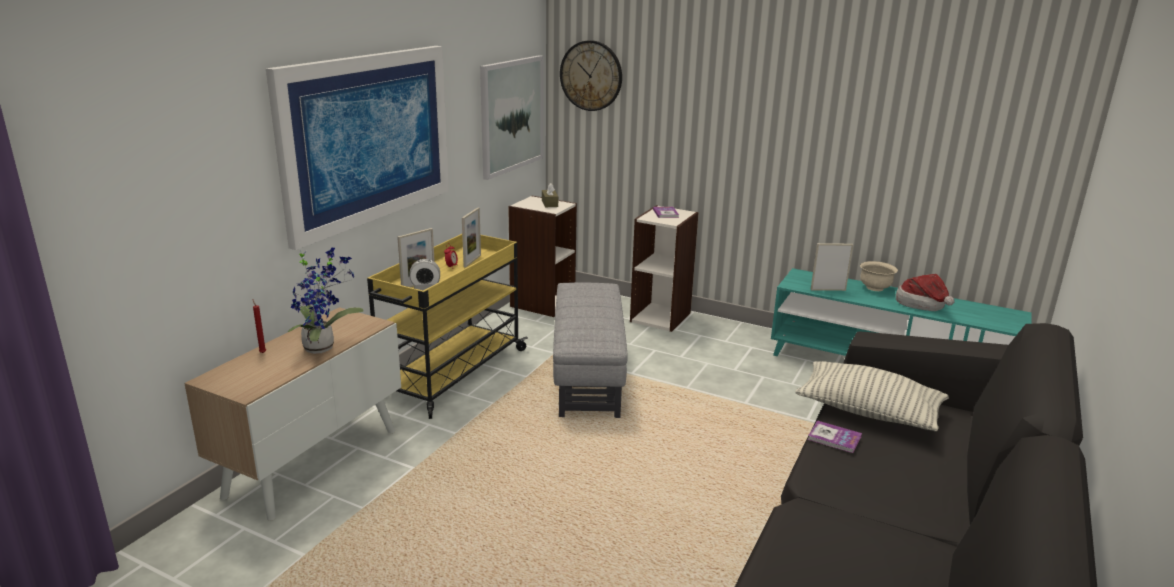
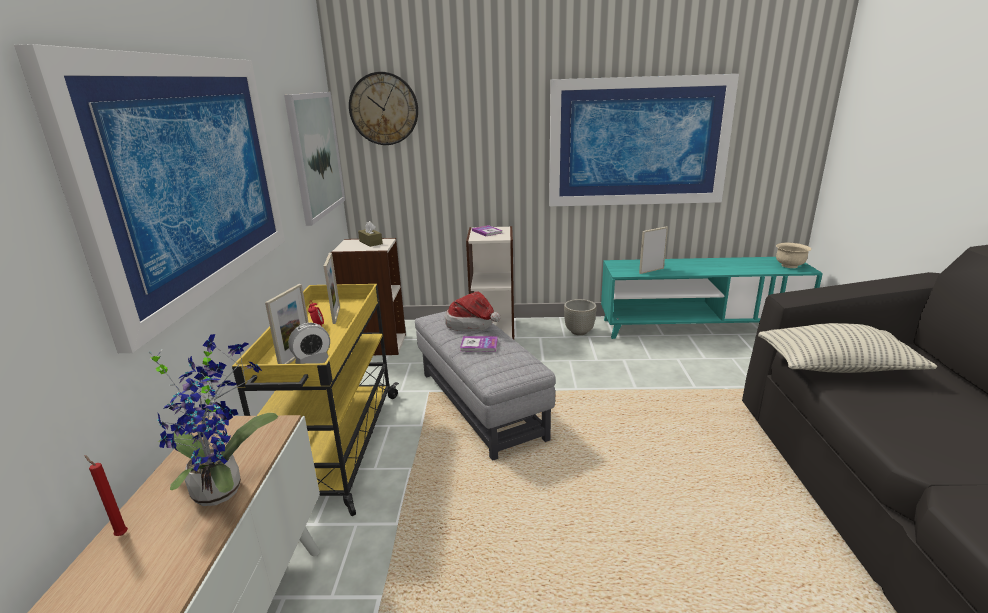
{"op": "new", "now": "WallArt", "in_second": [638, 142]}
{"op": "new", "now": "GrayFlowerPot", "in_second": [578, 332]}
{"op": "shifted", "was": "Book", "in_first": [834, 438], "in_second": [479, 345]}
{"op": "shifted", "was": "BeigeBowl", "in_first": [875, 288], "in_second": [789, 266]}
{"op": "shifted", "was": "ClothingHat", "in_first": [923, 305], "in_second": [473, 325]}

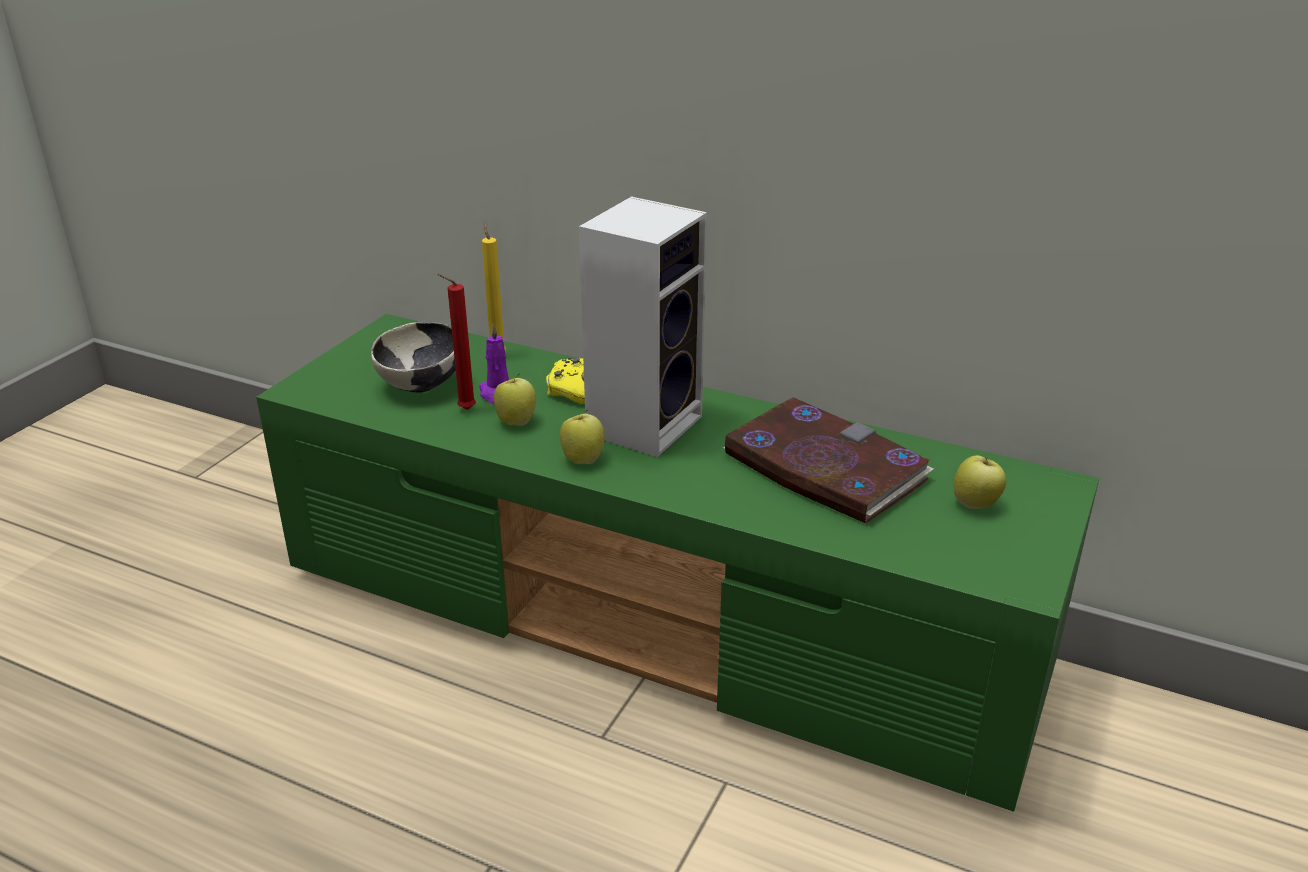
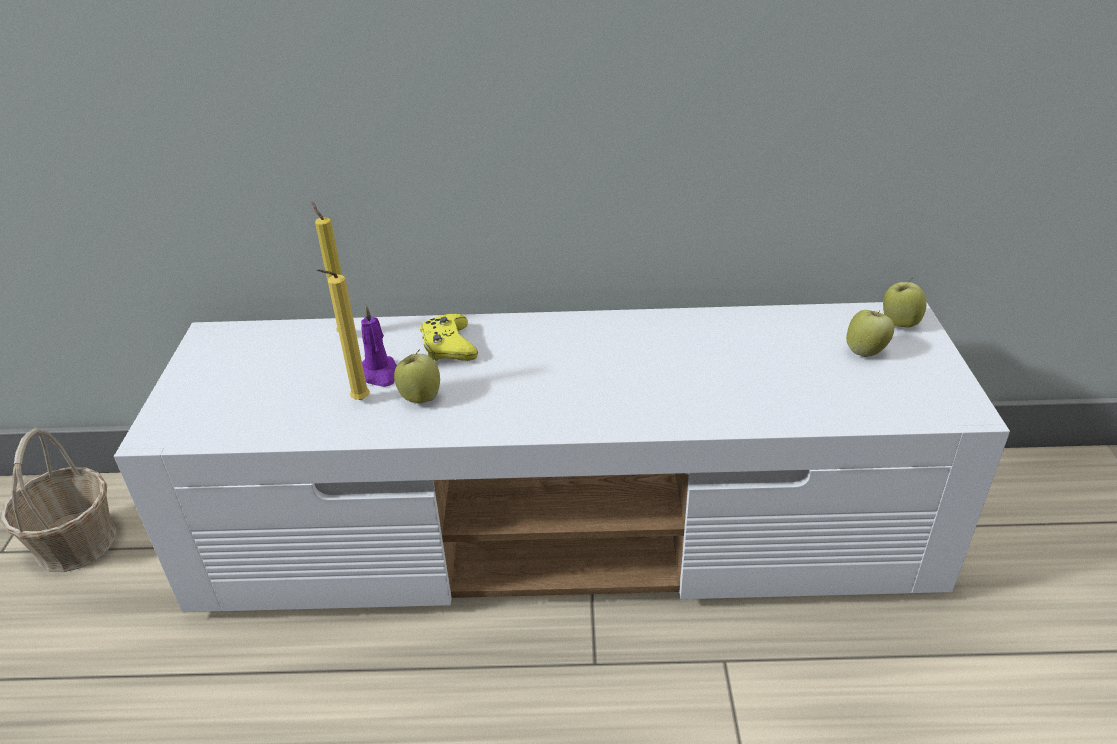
{"op": "gone", "was": "Bowl", "in_first": [422, 385]}
{"op": "gone", "was": "Speaker", "in_first": [645, 423]}
{"op": "gone", "was": "Book", "in_first": [823, 467]}
{"op": "new", "now": "Basket", "in_second": [77, 542]}
{"op": "shifted", "was": "WholeApple", "in_first": [582, 459], "in_second": [899, 323]}
{"op": "repainted", "was": "GreenishTvUnit", "now": "WhitishTvUnit", "in_first": [659, 621], "in_second": [569, 533]}
{"op": "repainted", "was": "RedColouredCandle", "now": "YellowColouredCandle", "in_first": [464, 410], "in_second": [358, 401]}

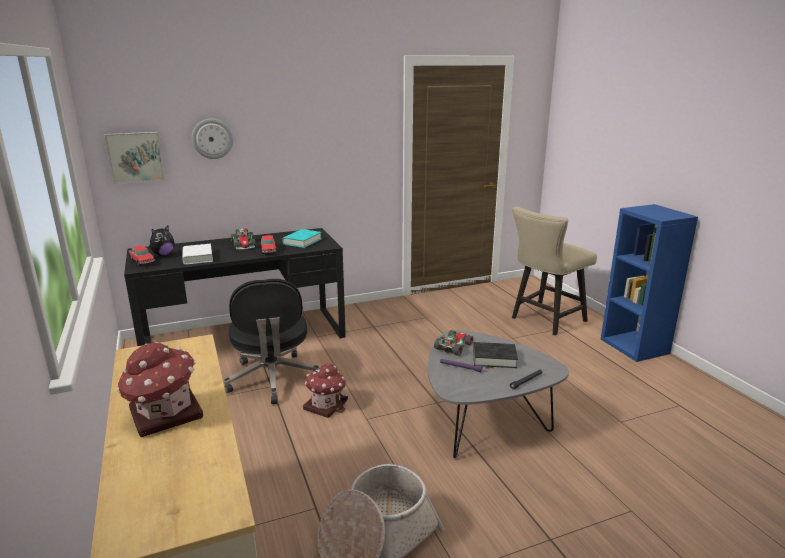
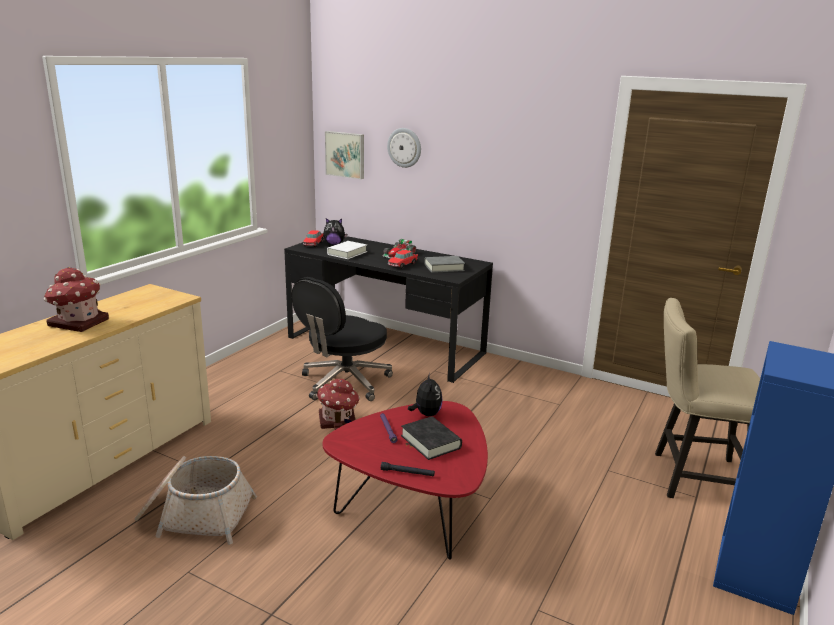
{"op": "swapped", "was": "ModelCar", "now": "CuddlyToy", "in_first": [454, 346], "in_second": [426, 414]}
{"op": "repainted", "was": "TurquoiseColouredBook", "now": "GrayBook", "in_first": [302, 241], "in_second": [444, 267]}
{"op": "repainted", "was": "GrayLowTable", "now": "RedColouredLowTable", "in_first": [483, 421], "in_second": [414, 509]}

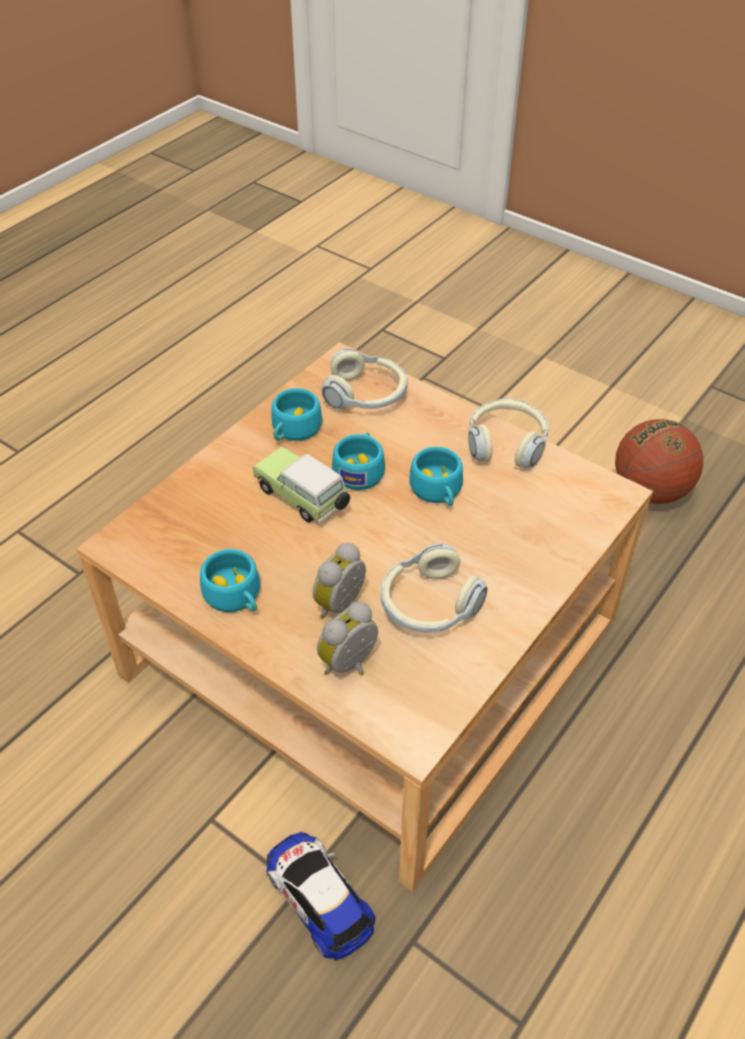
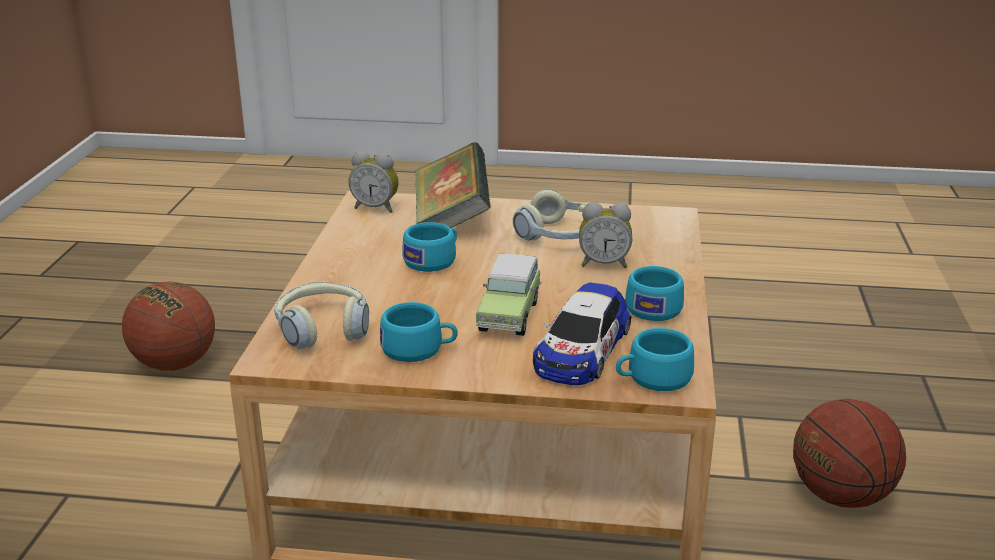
{"op": "gone", "was": "PairOfHeadphones", "in_first": [506, 443]}
{"op": "new", "now": "Book", "in_second": [451, 220]}
{"op": "new", "now": "Basketball", "in_second": [840, 495]}
{"op": "shifted", "was": "ModelCar", "in_first": [318, 897], "in_second": [581, 349]}
{"op": "shifted", "was": "TableClock", "in_first": [351, 665], "in_second": [376, 208]}
{"op": "shifted", "was": "TurquoiseColouredDrinkingCup", "in_first": [360, 470], "in_second": [652, 379]}

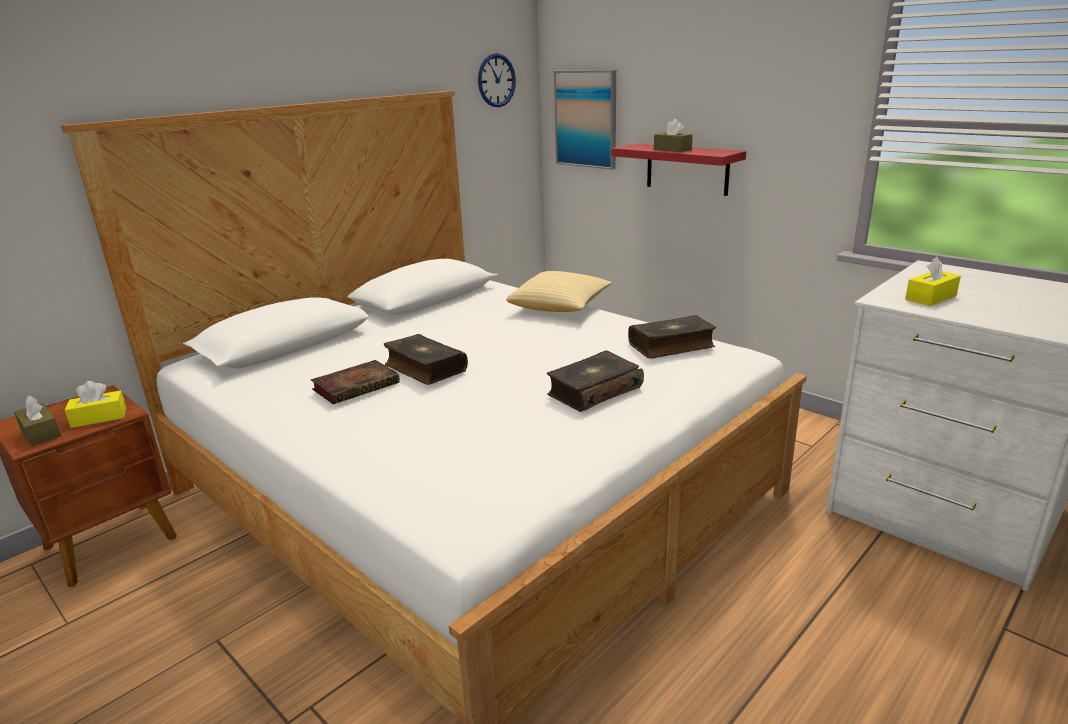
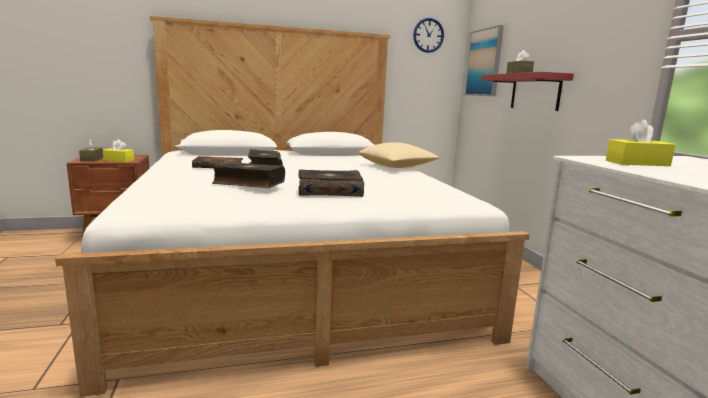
{"op": "shifted", "was": "Book", "in_first": [672, 346], "in_second": [248, 183]}

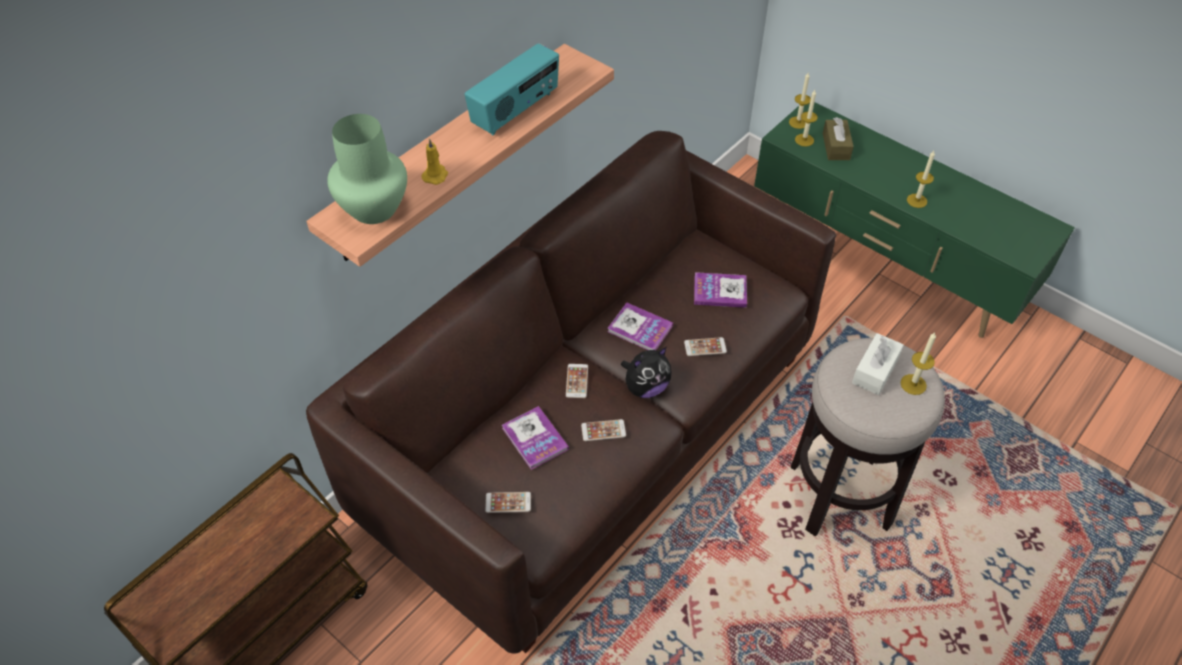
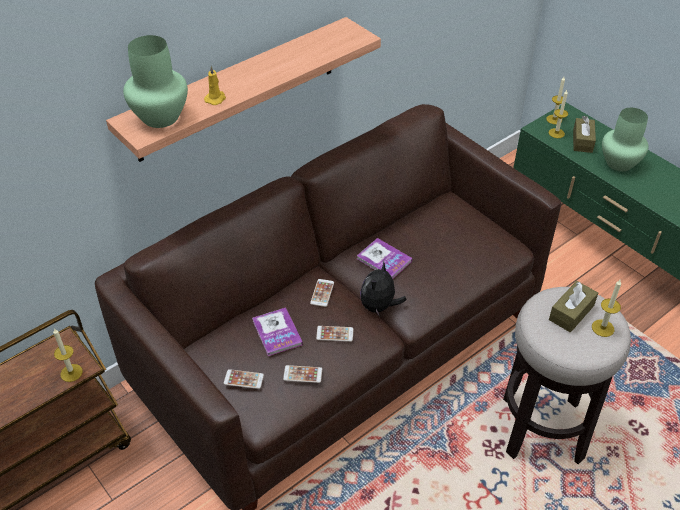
{"op": "gone", "was": "RadioSet", "in_first": [516, 111]}
{"op": "gone", "was": "Book", "in_first": [720, 291]}
{"op": "new", "now": "GreenishDecorativeVase", "in_second": [619, 163]}
{"op": "shifted", "was": "Telephone", "in_first": [705, 347], "in_second": [302, 374]}
{"op": "shifted", "was": "Candle", "in_first": [917, 200], "in_second": [71, 373]}
{"op": "repainted", "was": "WhitishTissueBox", "now": "BrownishTissueBox", "in_first": [875, 371], "in_second": [571, 313]}
{"op": "rotated", "was": "CuddlyToy", "in_first": [645, 387], "in_second": [379, 307], "clockwise": 135}

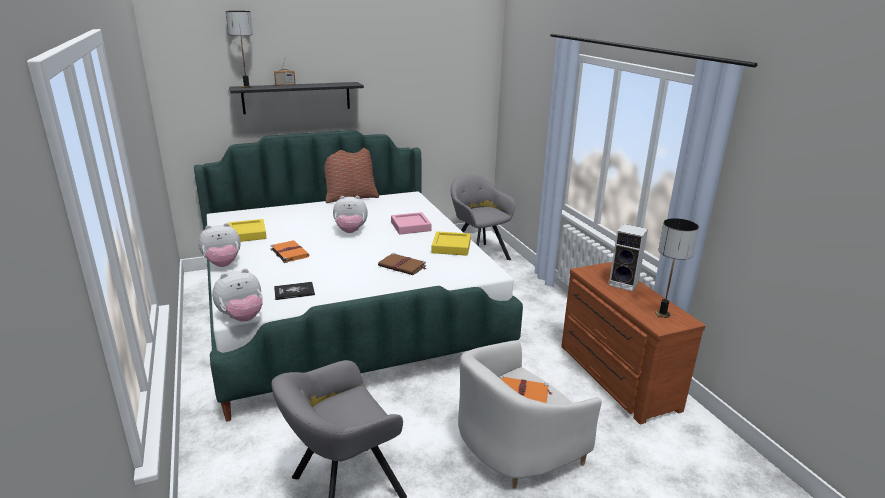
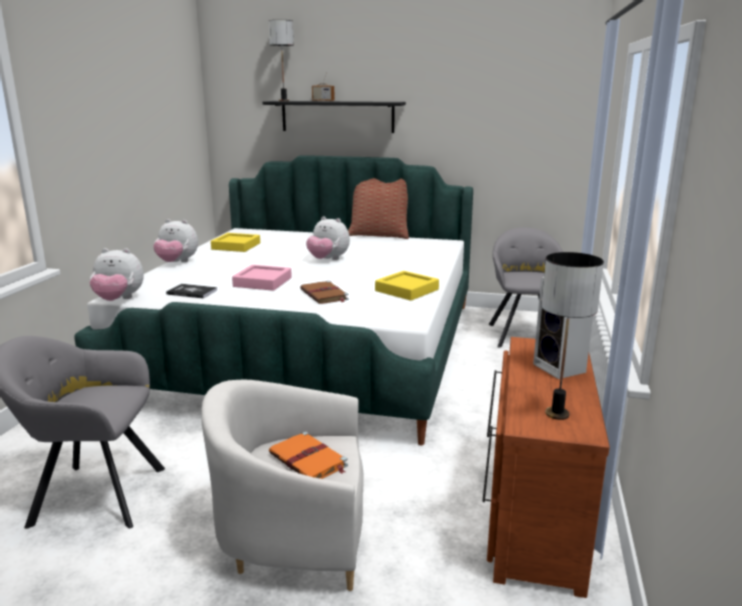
{"op": "gone", "was": "OrangeColouredBook", "in_first": [289, 253]}
{"op": "shifted", "was": "PinkishTray", "in_first": [411, 226], "in_second": [262, 282]}

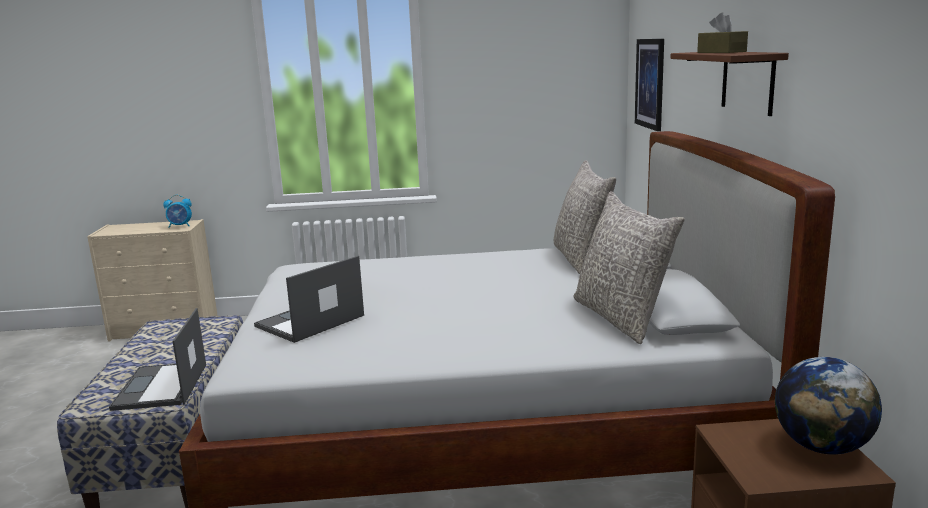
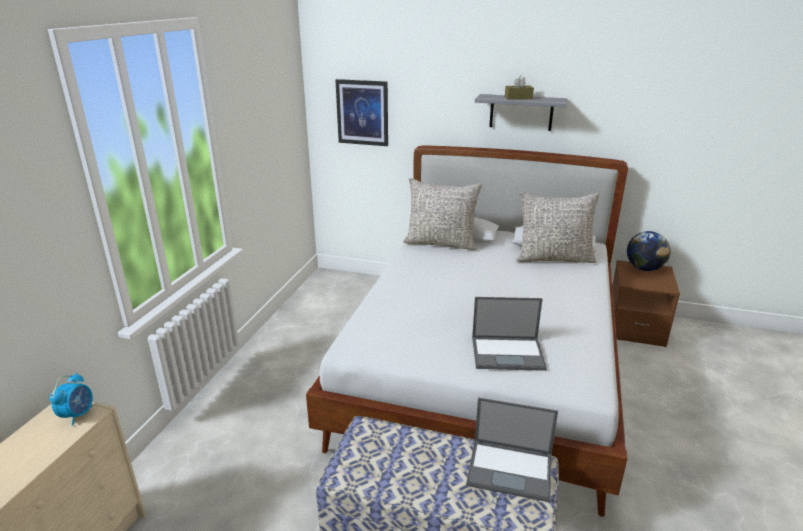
{"op": "repainted", "was": "BrownishBracketShelf", "now": "GrayBracketShelf", "in_first": [747, 81], "in_second": [521, 112]}
{"op": "rotated", "was": "PortableComputer", "in_first": [309, 321], "in_second": [508, 353], "clockwise": -60}

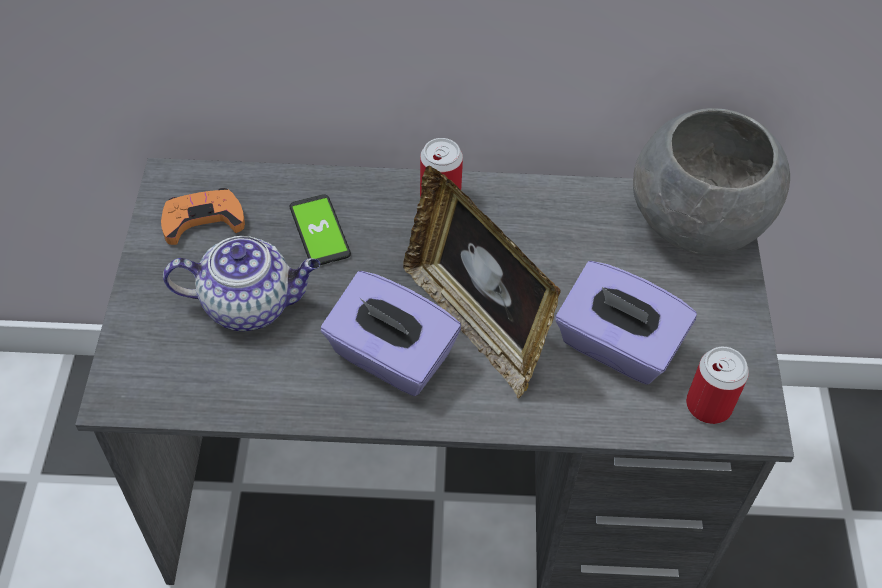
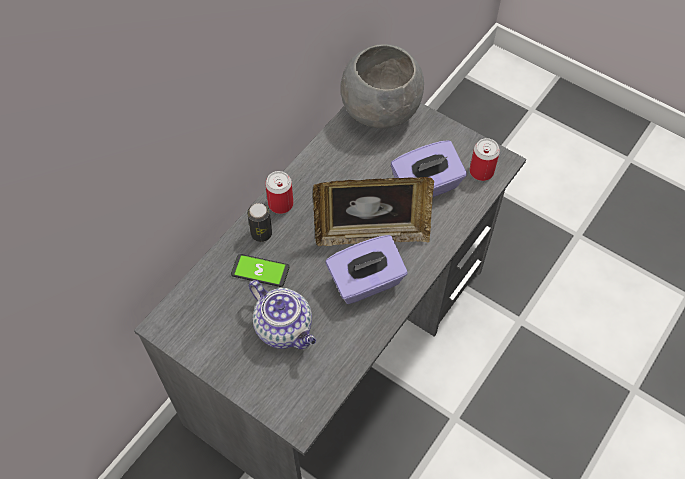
{"op": "gone", "was": "OrangeColouredGameController", "in_first": [203, 220]}
{"op": "new", "now": "MetalCan", "in_second": [261, 233]}
{"op": "rotated", "was": "PotForTea", "in_first": [250, 304], "in_second": [285, 328], "clockwise": 105}

